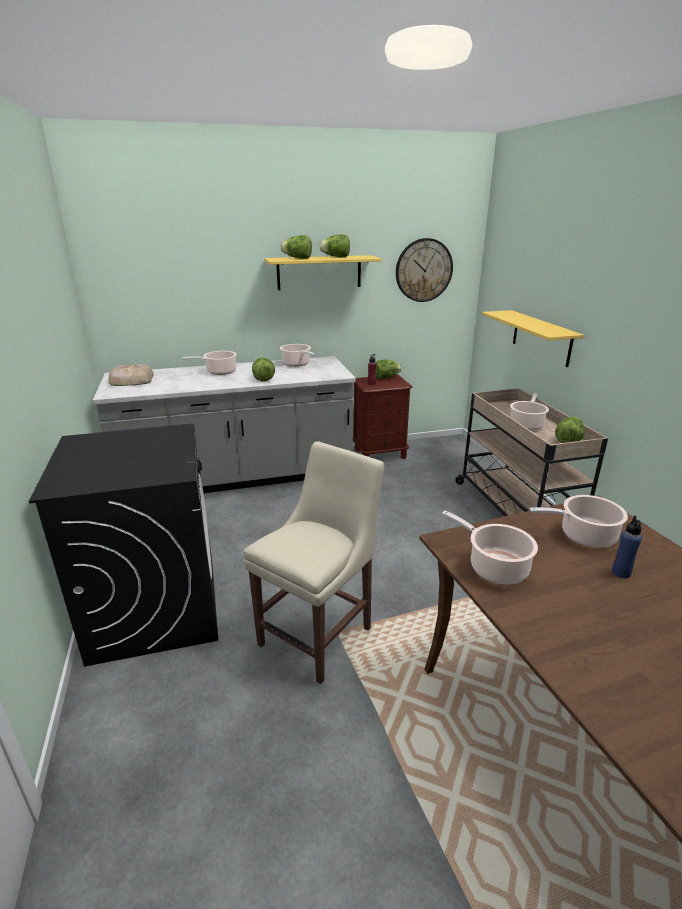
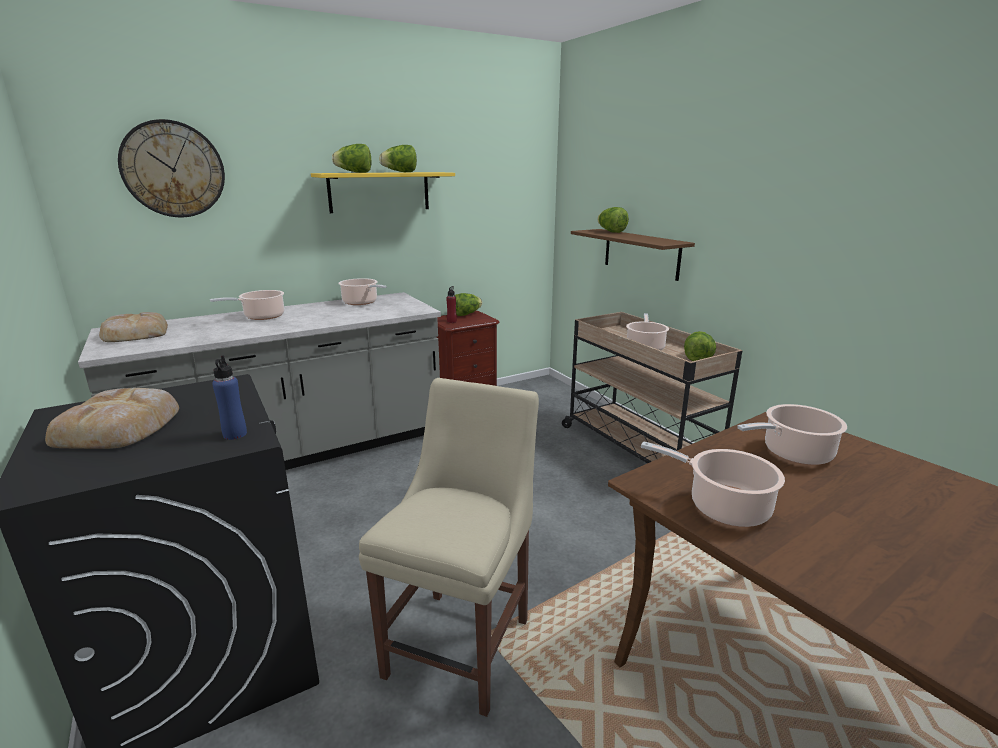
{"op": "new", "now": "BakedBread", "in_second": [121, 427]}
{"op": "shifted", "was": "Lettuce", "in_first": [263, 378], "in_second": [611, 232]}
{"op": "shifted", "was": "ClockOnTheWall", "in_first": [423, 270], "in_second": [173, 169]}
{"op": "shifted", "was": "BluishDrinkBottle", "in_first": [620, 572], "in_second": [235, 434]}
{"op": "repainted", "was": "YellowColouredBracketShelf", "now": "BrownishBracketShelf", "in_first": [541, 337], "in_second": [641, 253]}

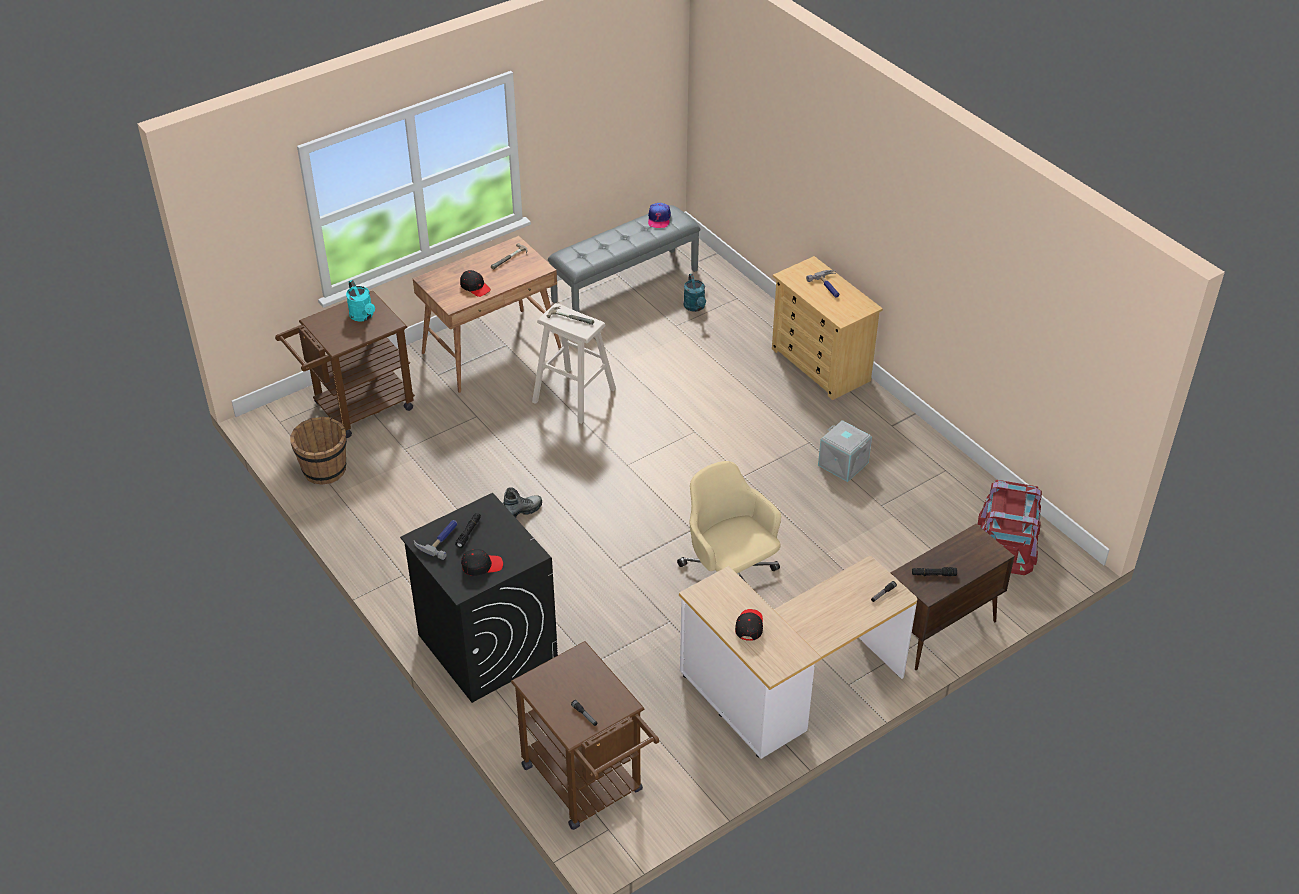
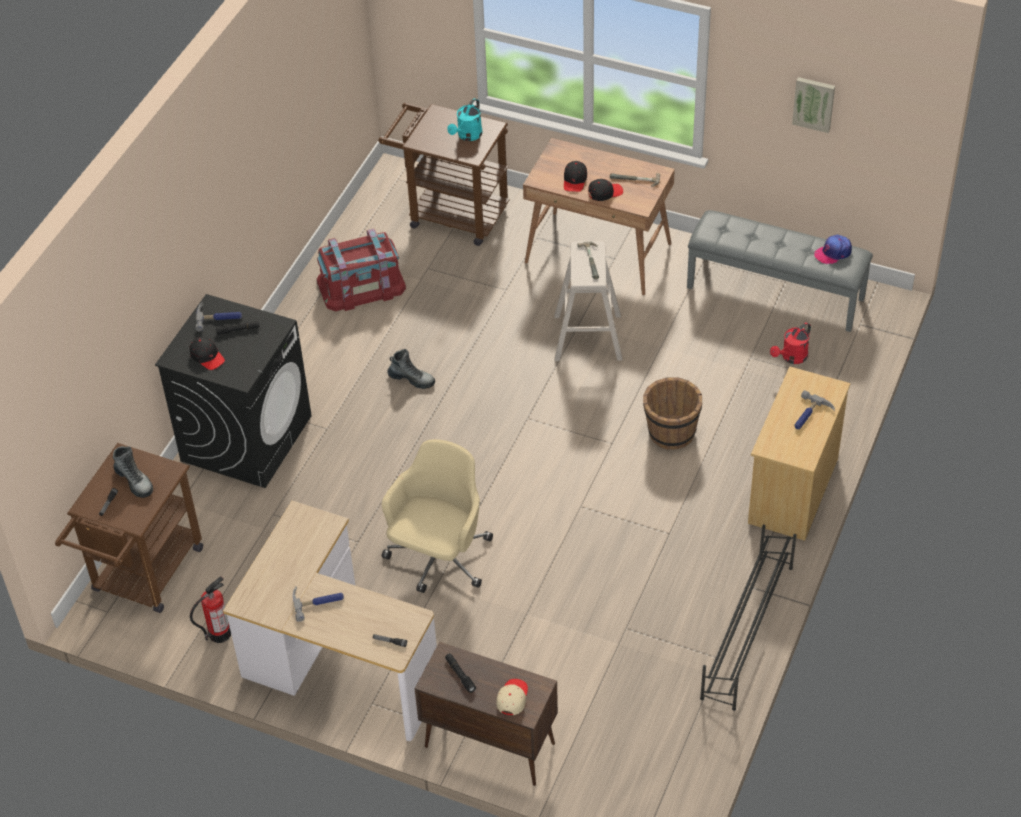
{"op": "gone", "was": "GrayStorageBin", "in_first": [842, 464]}
{"op": "new", "now": "Boot", "in_second": [134, 481]}
{"op": "new", "now": "FireExtinguisher", "in_second": [219, 633]}
{"op": "new", "now": "Hammer", "in_second": [318, 601]}
{"op": "new", "now": "BeigePeakedCap", "in_second": [512, 698]}
{"op": "new", "now": "BlackShoeStand", "in_second": [746, 632]}
{"op": "new", "now": "WallArt", "in_second": [814, 103]}
{"op": "shifted", "was": "BrownishBucket", "in_first": [324, 470], "in_second": [671, 433]}
{"op": "shifted", "was": "BlackPeakedCap", "in_first": [749, 626], "in_second": [605, 192]}
{"op": "shifted", "was": "RedColouredStorageBin", "in_first": [1007, 541], "in_second": [361, 285]}
{"op": "repainted", "was": "TurquoiseColouredWateringPot", "now": "RedColouredWateringPot", "in_first": [695, 307], "in_second": [791, 358]}

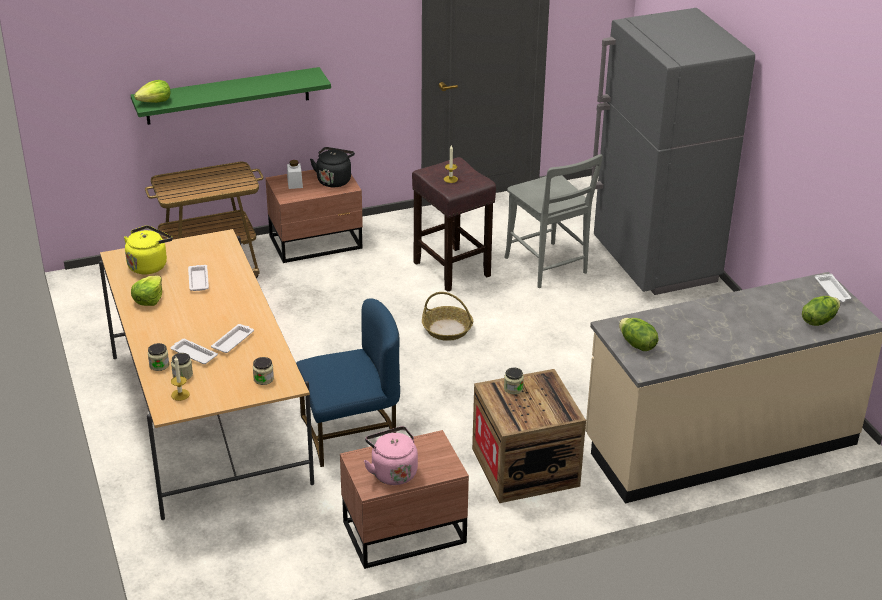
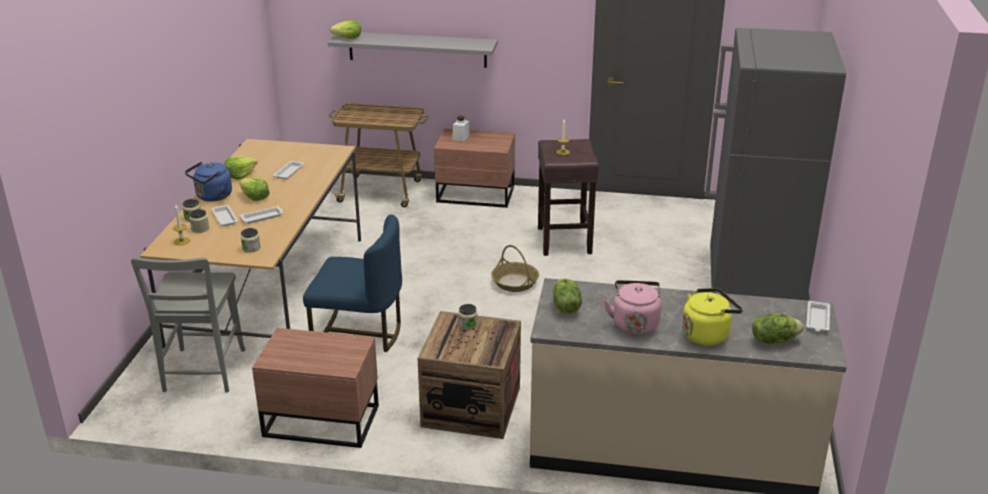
{"op": "gone", "was": "BlackWaterKettle", "in_first": [334, 180]}
{"op": "new", "now": "BluishWaterKettle", "in_second": [212, 197]}
{"op": "new", "now": "Lettuce", "in_second": [254, 197]}
{"op": "shifted", "was": "YellowColouredWaterKettle", "in_first": [149, 265], "in_second": [707, 334]}
{"op": "shifted", "was": "PinkishWaterKettle", "in_first": [392, 472], "in_second": [634, 323]}
{"op": "shifted", "was": "GrayUprightChair", "in_first": [548, 267], "in_second": [202, 373]}
{"op": "repainted", "was": "GreenishBracketShelf", "now": "GrayBracketShelf", "in_first": [228, 96], "in_second": [417, 49]}

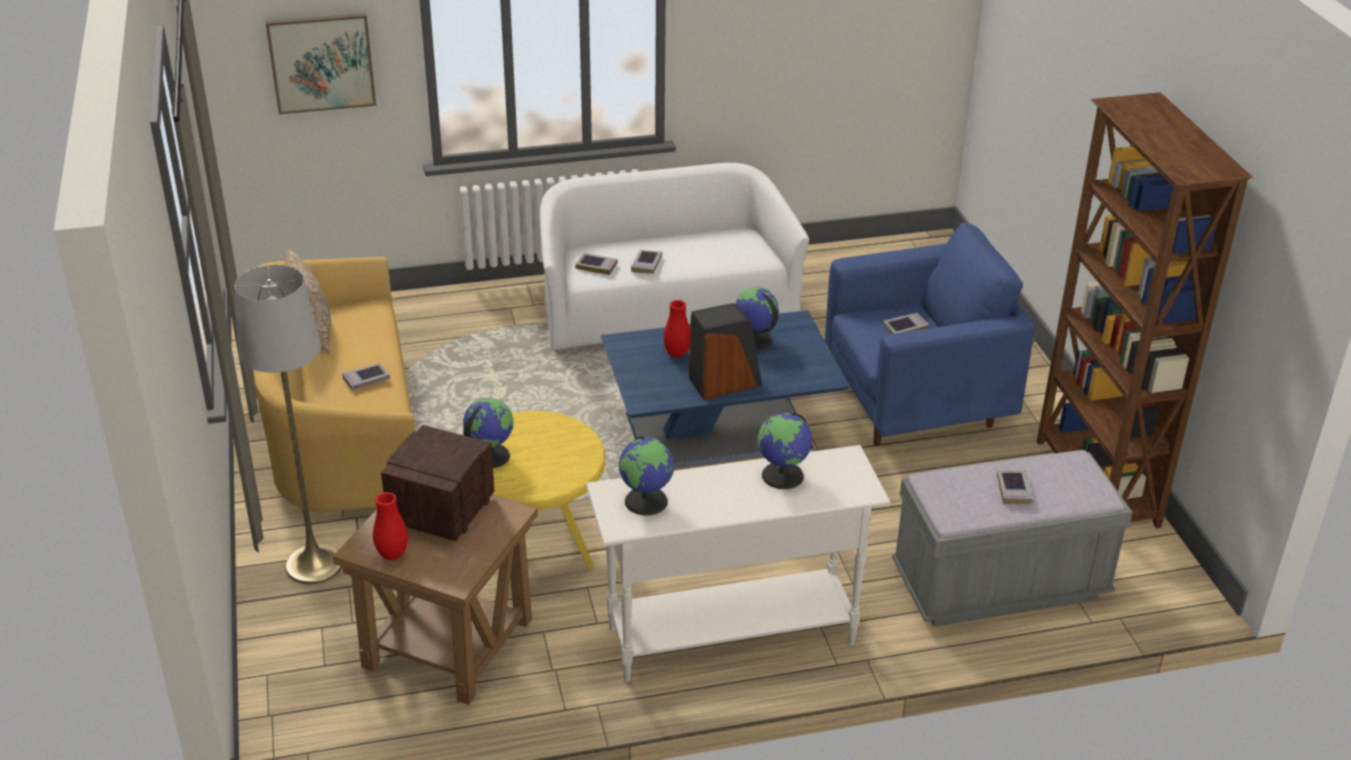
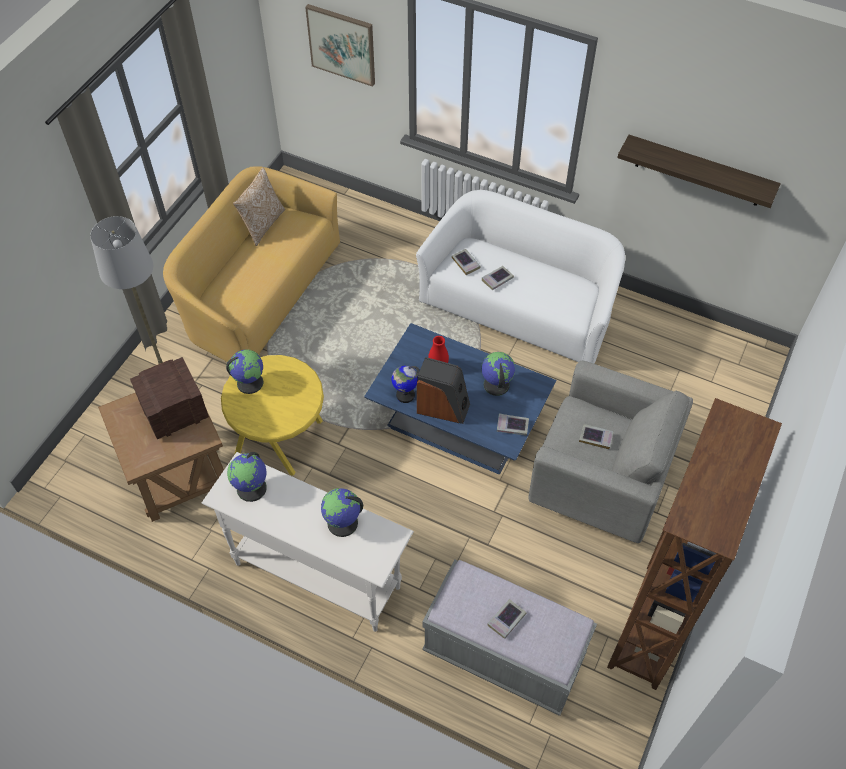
{"op": "gone", "was": "RedColouredDecorativeVase", "in_first": [392, 555]}
{"op": "new", "now": "Globe", "in_second": [405, 395]}
{"op": "new", "now": "BracketShelf", "in_second": [699, 171]}
{"op": "shifted", "was": "Book", "in_first": [366, 379], "in_second": [512, 426]}
{"op": "repainted", "was": "BluishEasyChair", "now": "GrayEasyChair", "in_first": [916, 405], "in_second": [599, 483]}

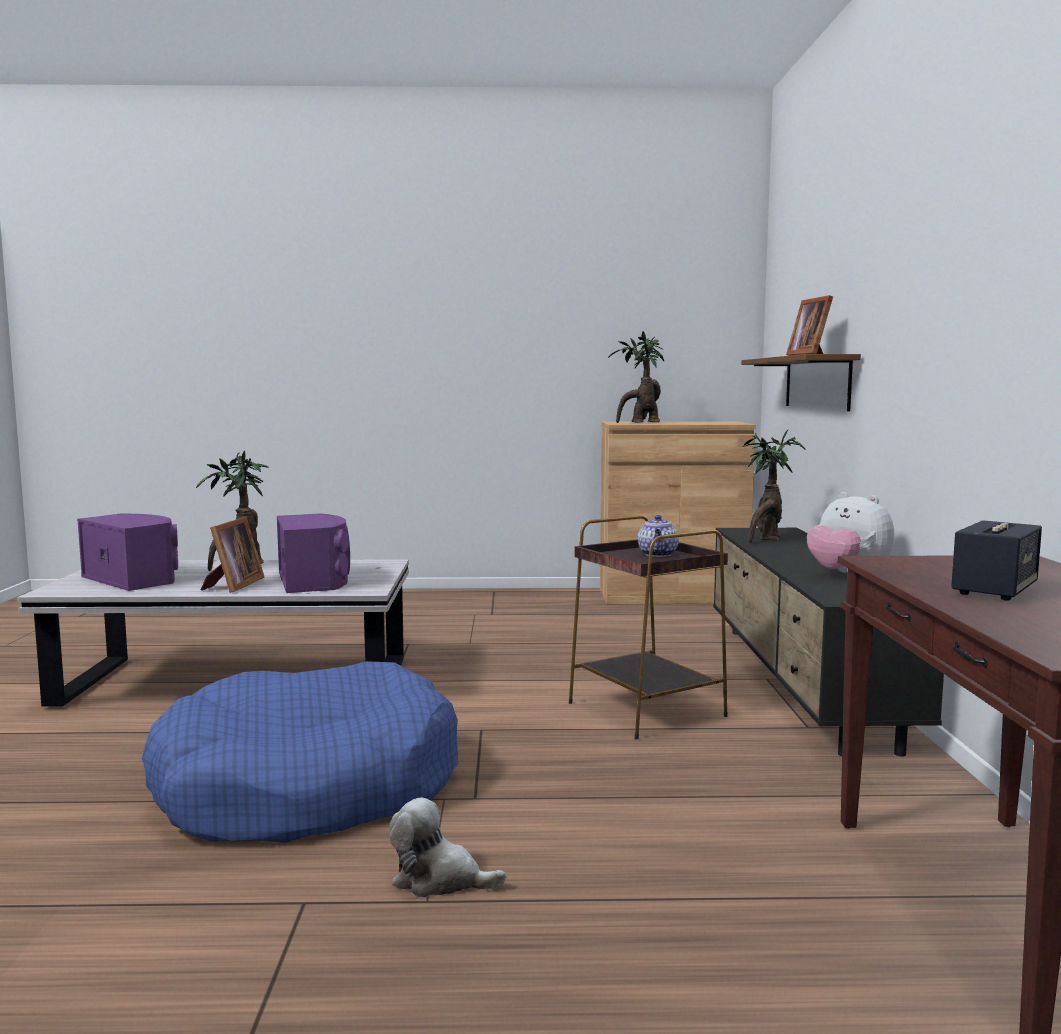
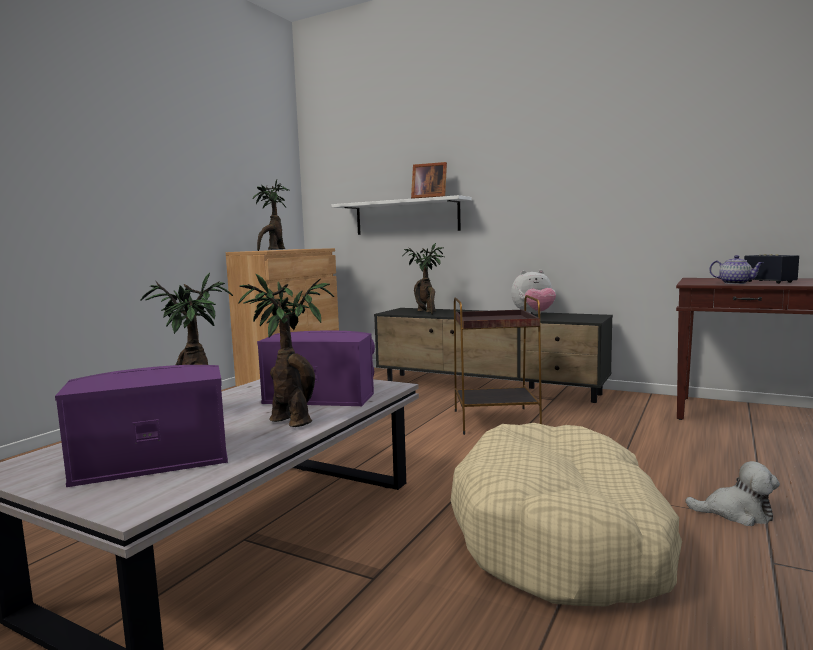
{"op": "shifted", "was": "PotForTea", "in_first": [658, 554], "in_second": [735, 283]}
{"op": "swapped", "was": "PhotoFrame", "now": "PottedPlant", "in_first": [233, 585], "in_second": [289, 421]}
{"op": "repainted", "was": "BluishDogCushion", "now": "BeigeDogCushion", "in_first": [307, 787], "in_second": [562, 537]}
{"op": "repainted", "was": "BrownishBracketShelf", "now": "WhitishBracketShelf", "in_first": [816, 383], "in_second": [406, 217]}
{"op": "rotated", "was": "CuddlyToy", "in_first": [439, 880], "in_second": [736, 513], "clockwise": -120}

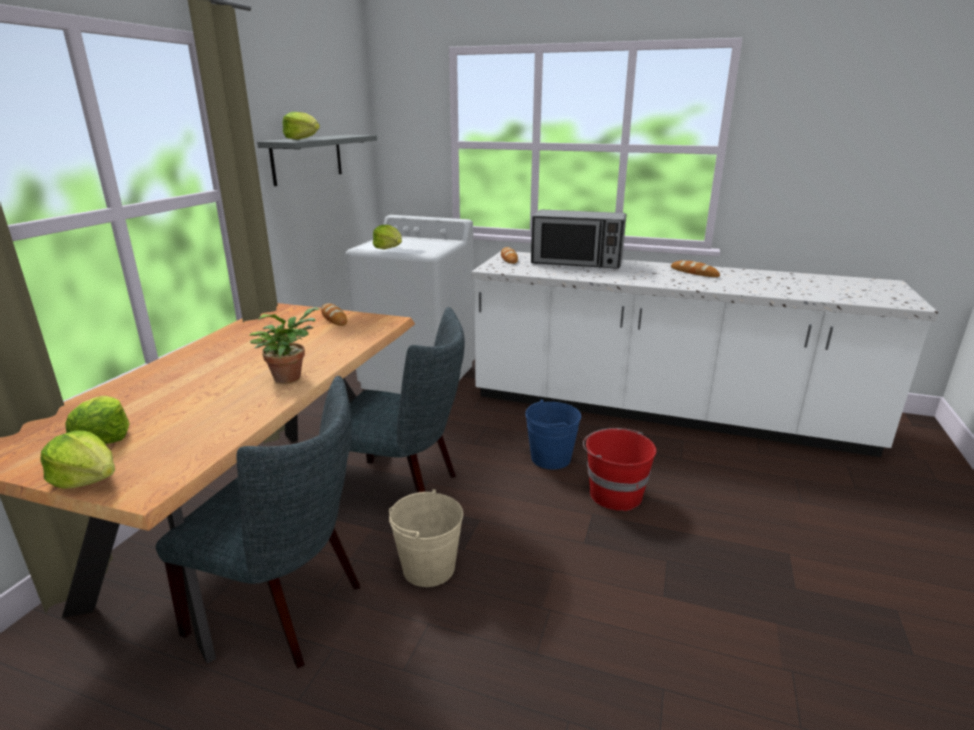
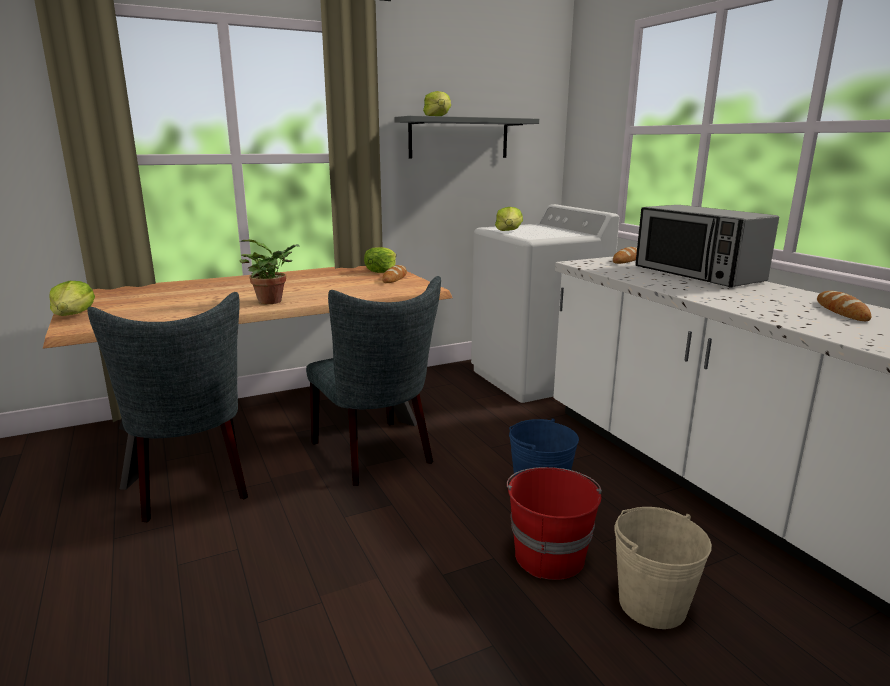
{"op": "shifted", "was": "Lettuce", "in_first": [104, 437], "in_second": [381, 271]}
{"op": "shifted", "was": "BeigeBucket", "in_first": [428, 568], "in_second": [652, 604]}

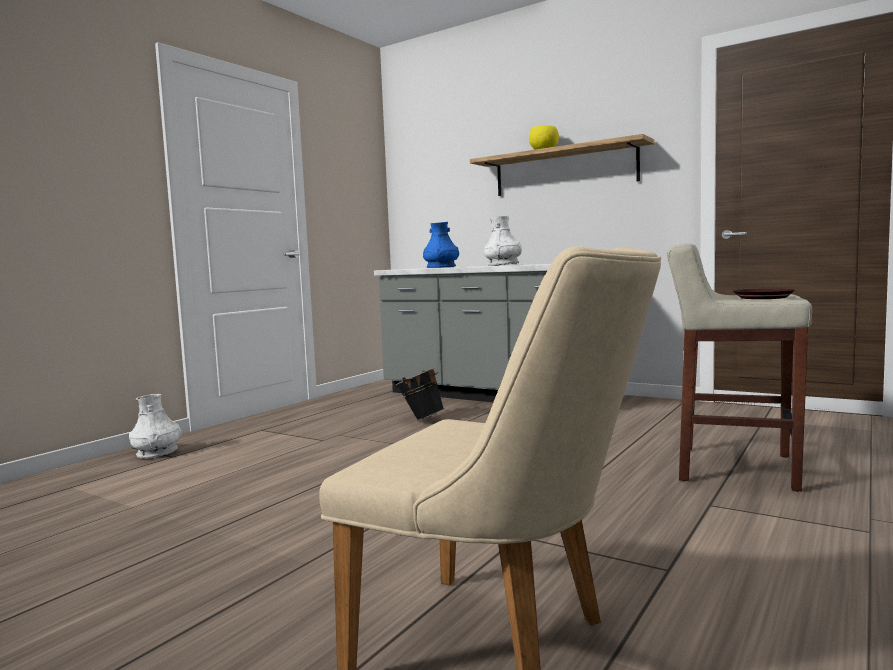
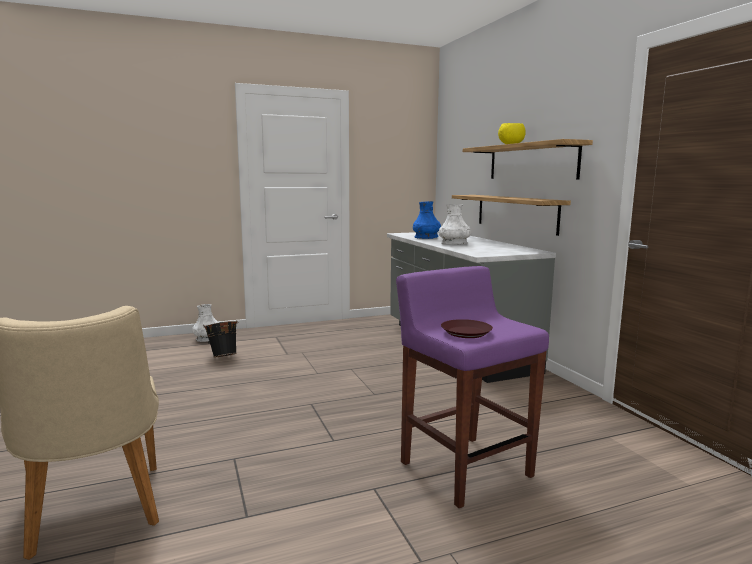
{"op": "new", "now": "BracketShelf", "in_second": [515, 213]}
{"op": "shifted", "was": "BlackBucket", "in_first": [420, 419], "in_second": [223, 356]}
{"op": "repainted", "was": "BeigeStoolSeat", "now": "PurpleStoolSeat", "in_first": [733, 468], "in_second": [464, 468]}

